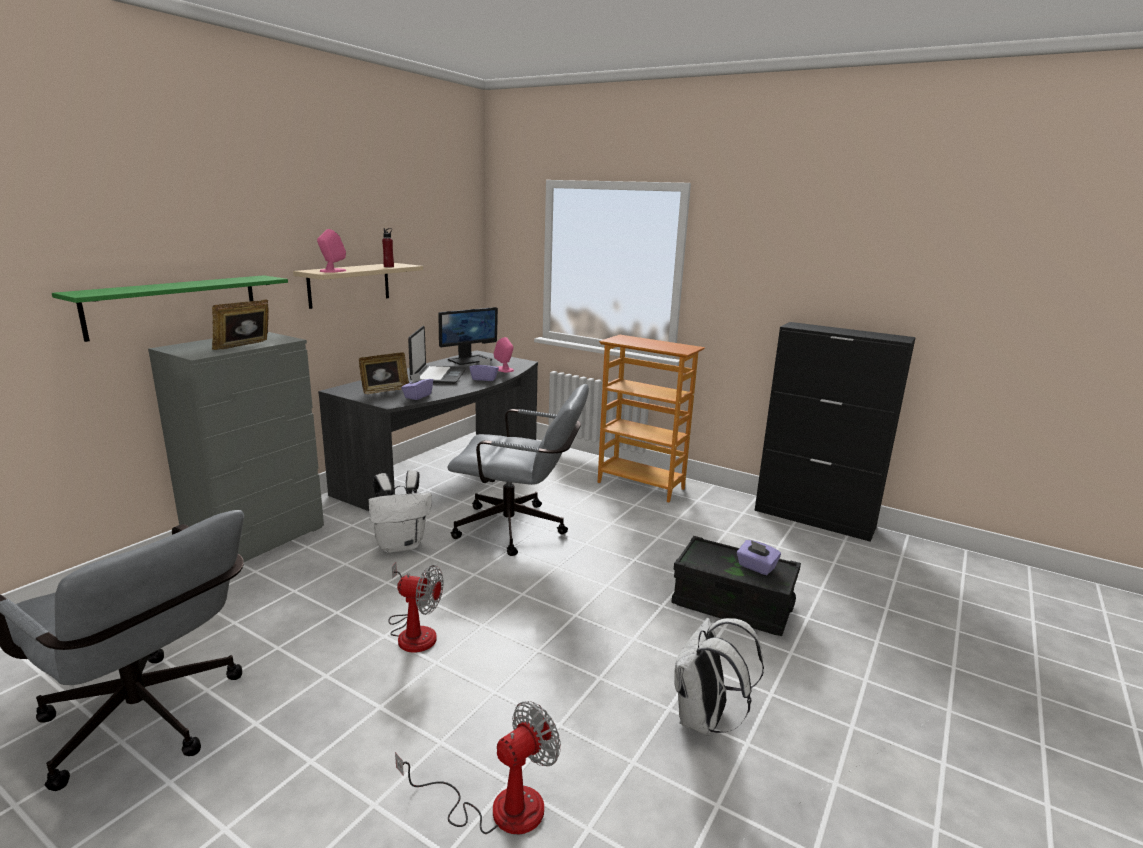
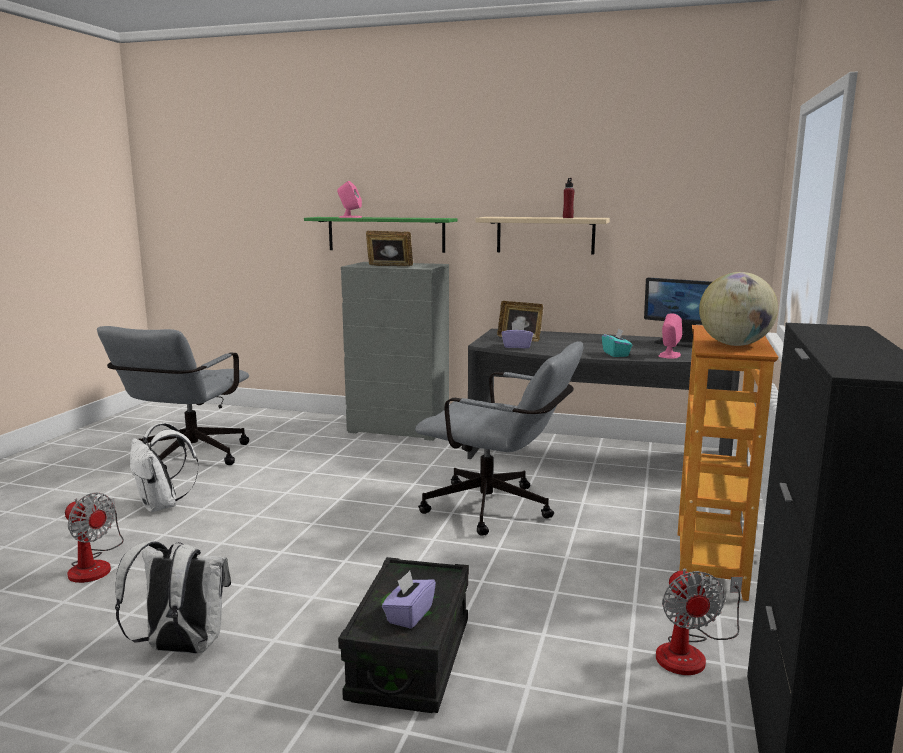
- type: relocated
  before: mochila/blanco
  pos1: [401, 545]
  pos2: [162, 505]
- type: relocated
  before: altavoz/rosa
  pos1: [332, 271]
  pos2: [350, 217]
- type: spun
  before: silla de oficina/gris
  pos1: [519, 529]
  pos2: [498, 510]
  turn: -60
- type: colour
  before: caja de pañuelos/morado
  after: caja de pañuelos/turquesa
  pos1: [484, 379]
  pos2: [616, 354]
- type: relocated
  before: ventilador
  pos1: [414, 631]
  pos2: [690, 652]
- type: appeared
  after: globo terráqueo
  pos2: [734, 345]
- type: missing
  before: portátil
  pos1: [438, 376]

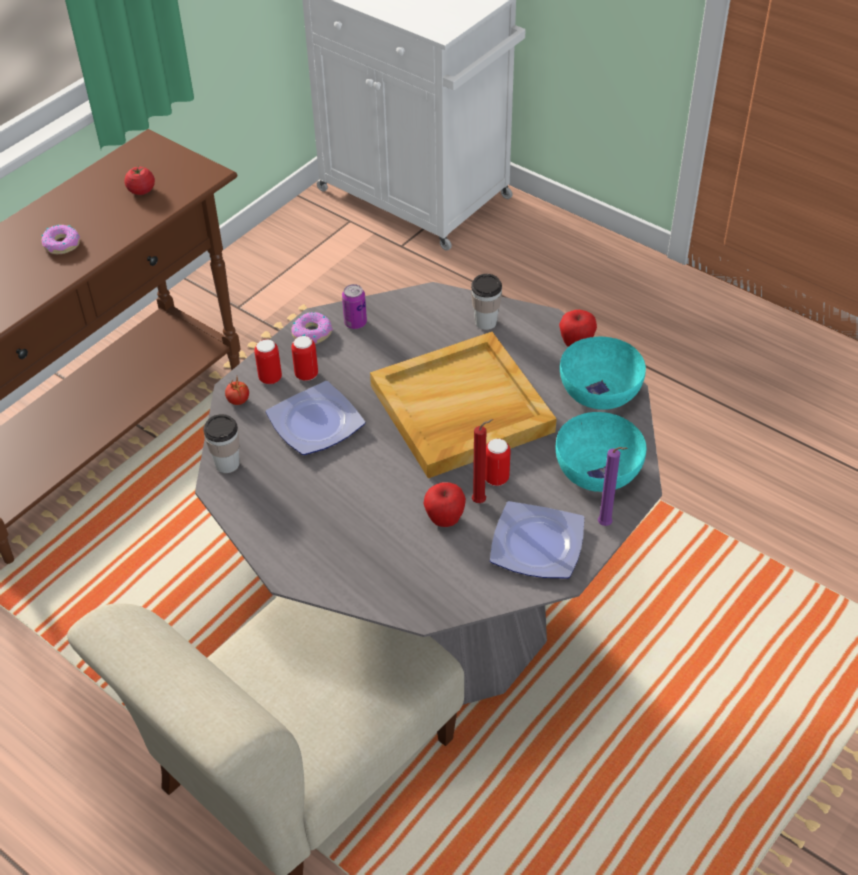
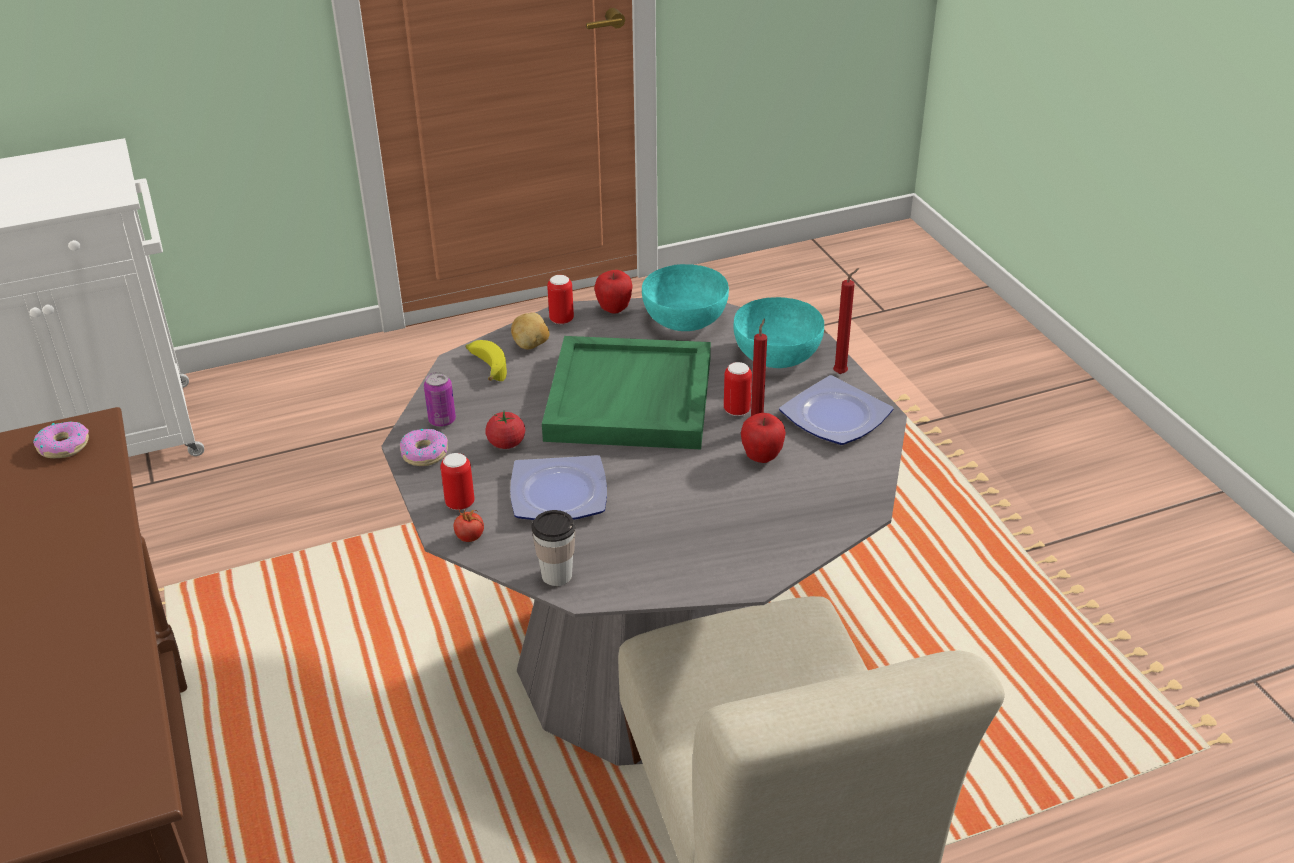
- type: relocated
  before: rosquilla
  pos1: [62, 244]
  pos2: [63, 446]
- type: appeared
  after: plátano
  pos2: [486, 367]
- type: relocated
  before: tomate
  pos1: [141, 191]
  pos2: [506, 443]
- type: exchanged
  before: taza
  after: patata
  pos1: [485, 322]
  pos2: [531, 345]
- type: colour
  before: bandeja/beis
  after: bandeja/verde
  pos1: [460, 410]
  pos2: [631, 399]
- type: relocated
  before: lata
  pos1: [306, 375]
  pos2: [561, 320]
- type: colour
  before: vela/morado
  after: vela/rojo
  pos1: [606, 525]
  pos2: [842, 373]

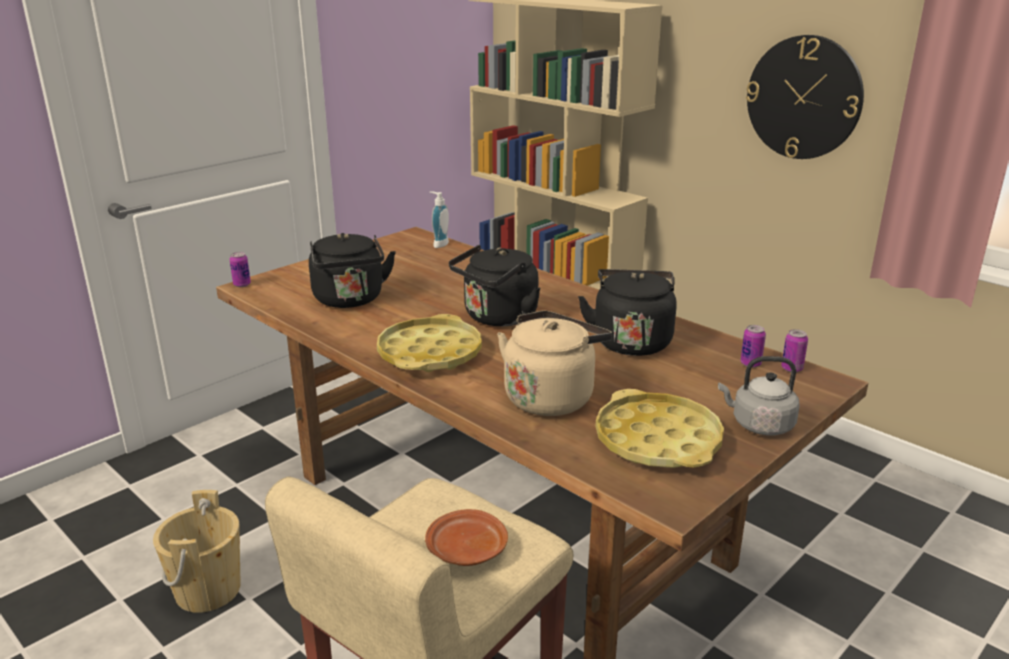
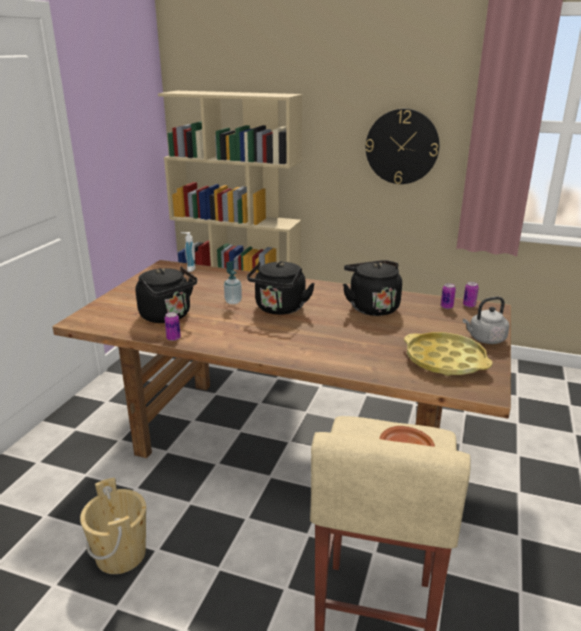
- type: relocated
  before: lata
  pos1: [242, 284]
  pos2: [173, 338]
- type: appeared
  after: dispensador de jabón
  pos2: [233, 301]
- type: missing
  before: bandeja/amarillo
  pos1: [430, 353]
- type: missing
  before: hervidor/beis
  pos1: [551, 397]

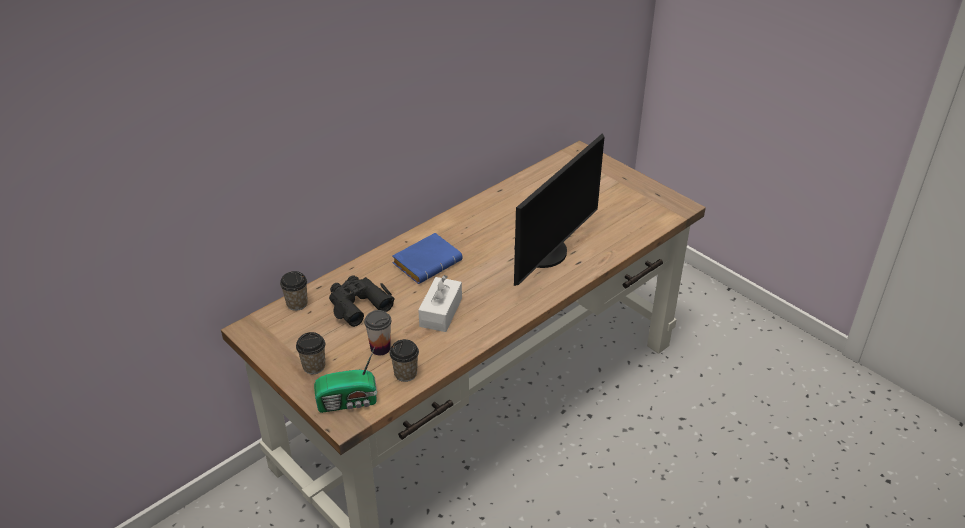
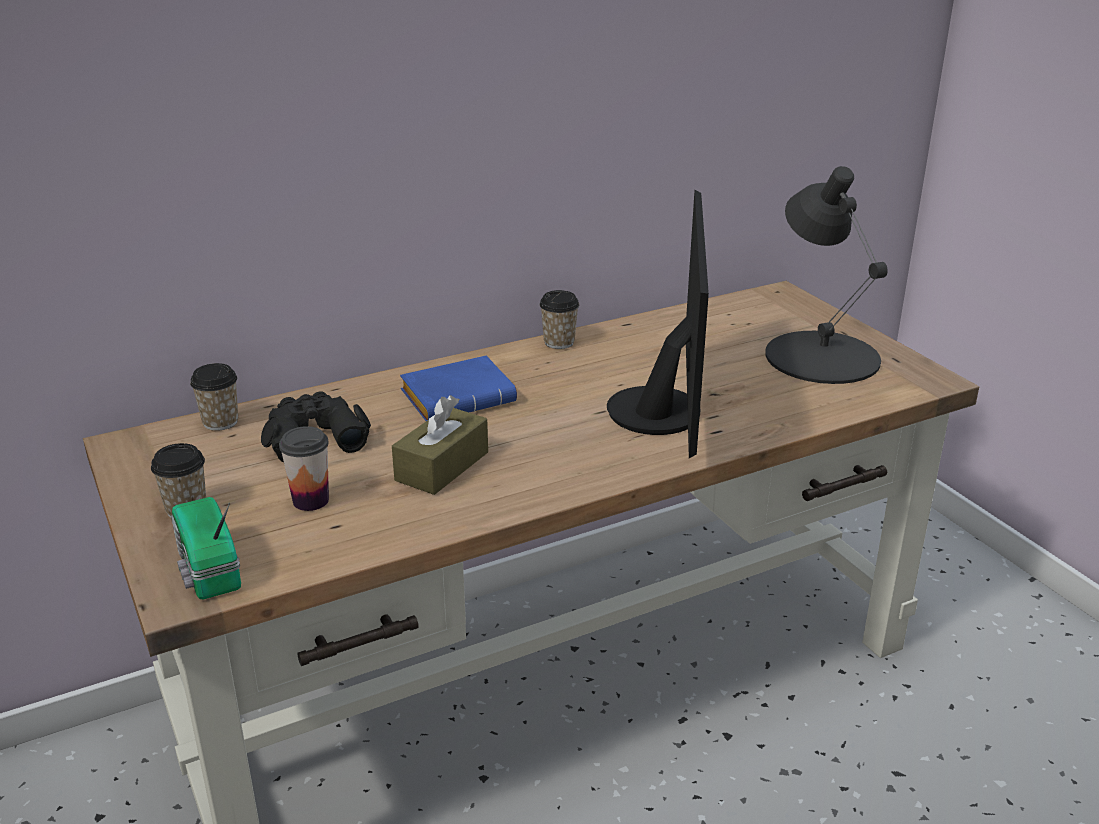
- type: spun
  before: radio
  pos1: [349, 402]
  pos2: [207, 570]
  turn: 60
- type: colour
  before: caja de pañuelos/blanco
  after: caja de pañuelos/marrón
  pos1: [441, 312]
  pos2: [442, 466]
- type: relocated
  before: taza
  pos1: [405, 374]
  pos2: [559, 342]
- type: spun
  before: monitor
  pos1: [546, 253]
  pos2: [665, 412]
  turn: -45
- type: appeared
  after: lámpara de mesa/negro
  pos2: [822, 356]

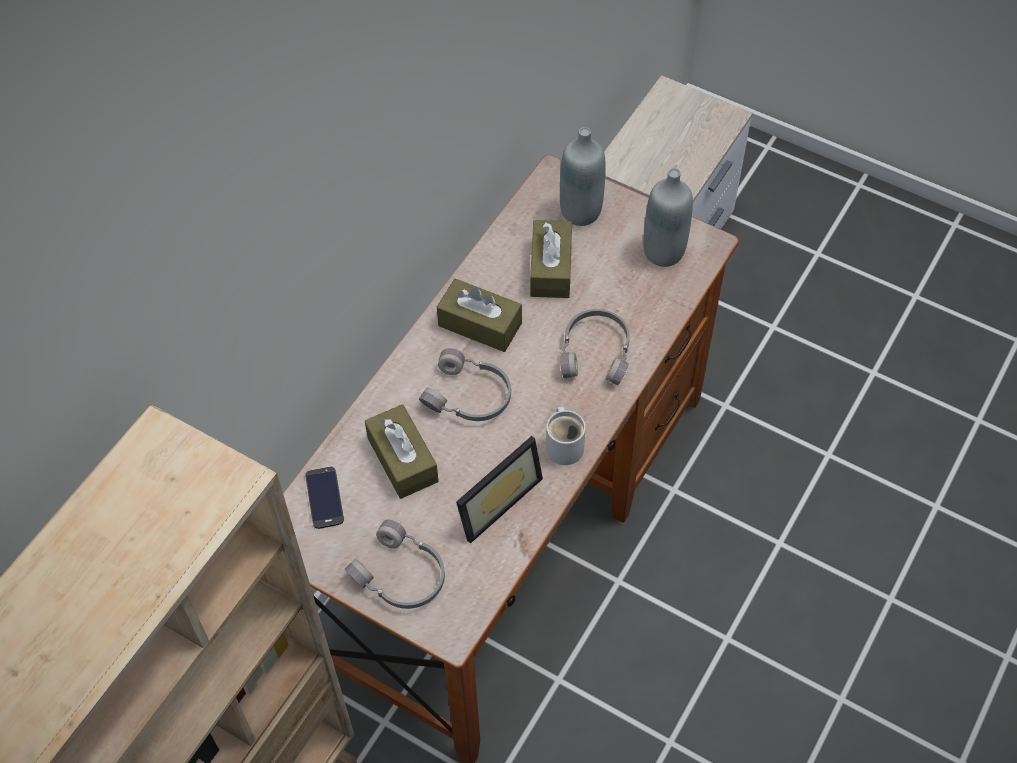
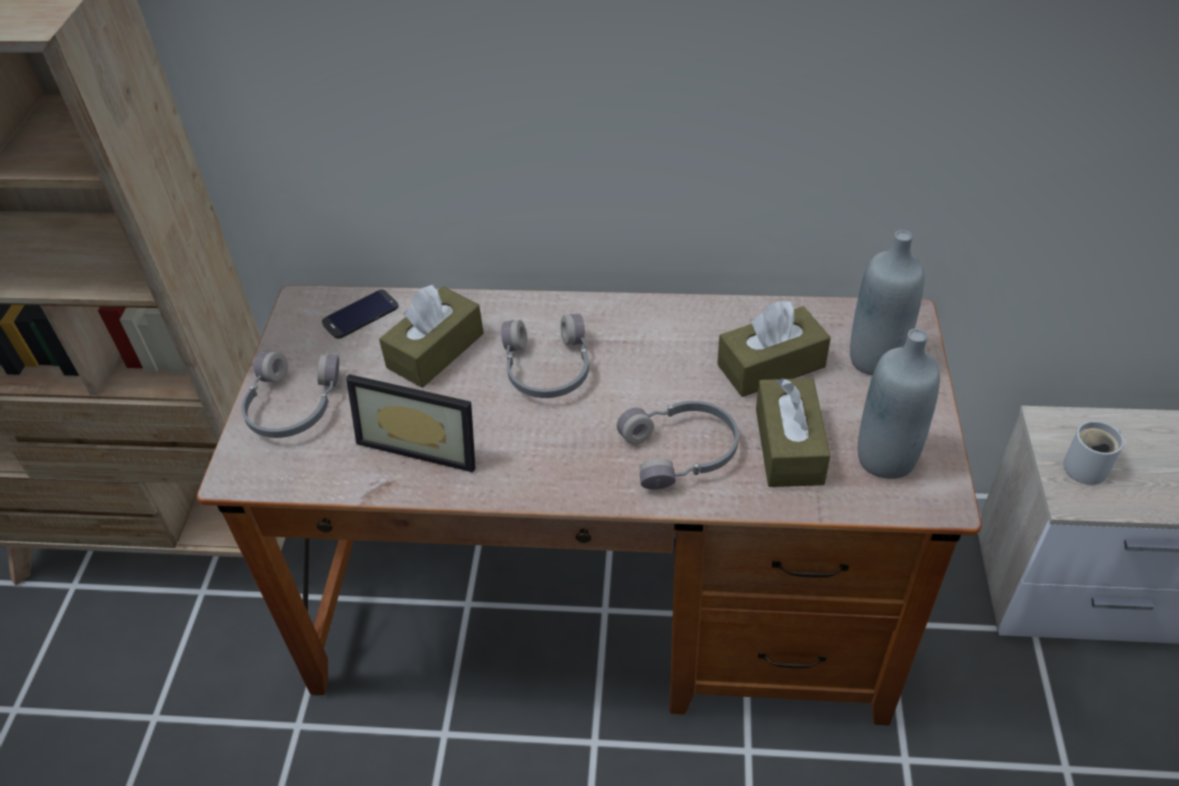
- type: relocated
  before: caja de pañuelos/marrón
  pos1: [480, 324]
  pos2: [789, 446]
- type: relocated
  before: taza grande/blanco
  pos1: [565, 445]
  pos2: [1089, 467]

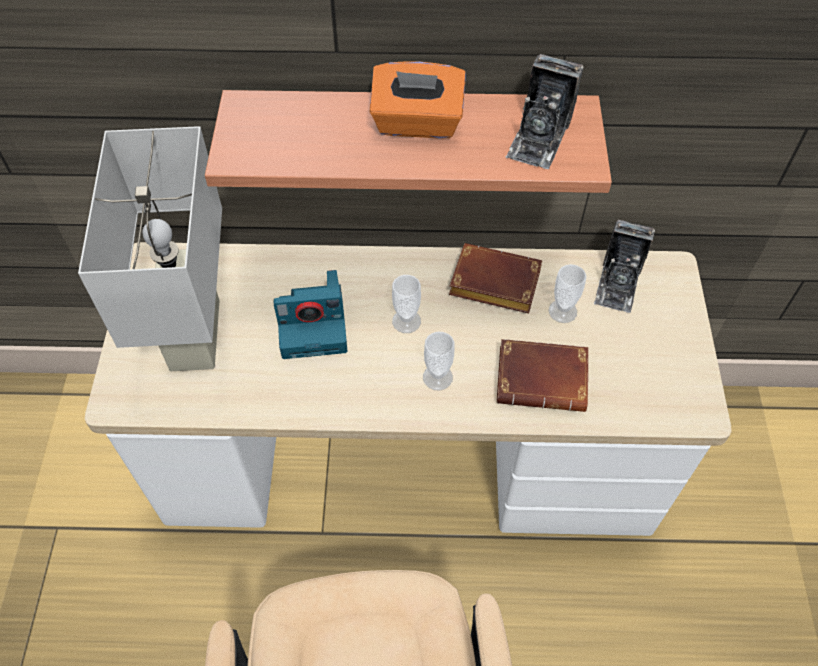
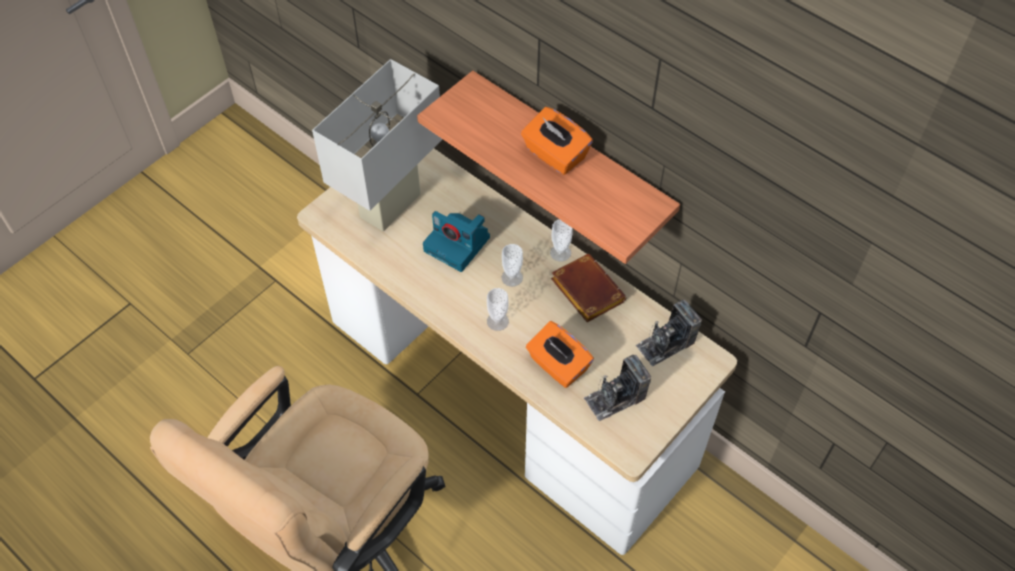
- type: exchanged
  before: libro/marrón
  after: caja de pañuelos/naranja
  pos1: [544, 378]
  pos2: [558, 365]
- type: relocated
  before: taza
  pos1: [562, 311]
  pos2: [560, 253]
- type: relocated
  before: cámara
  pos1: [539, 137]
  pos2: [615, 398]

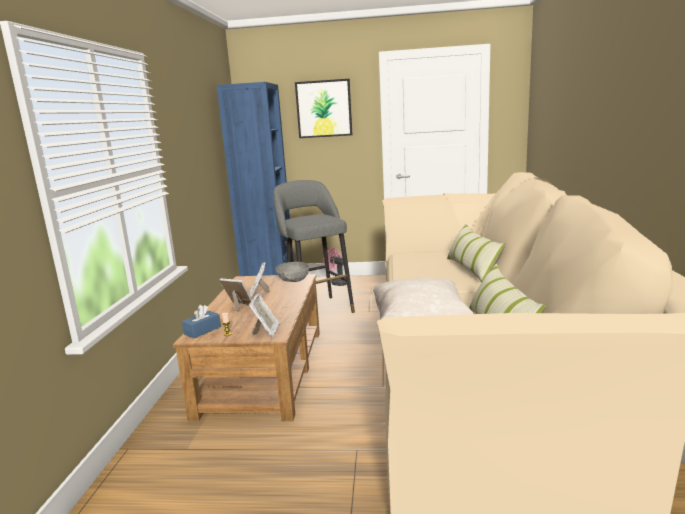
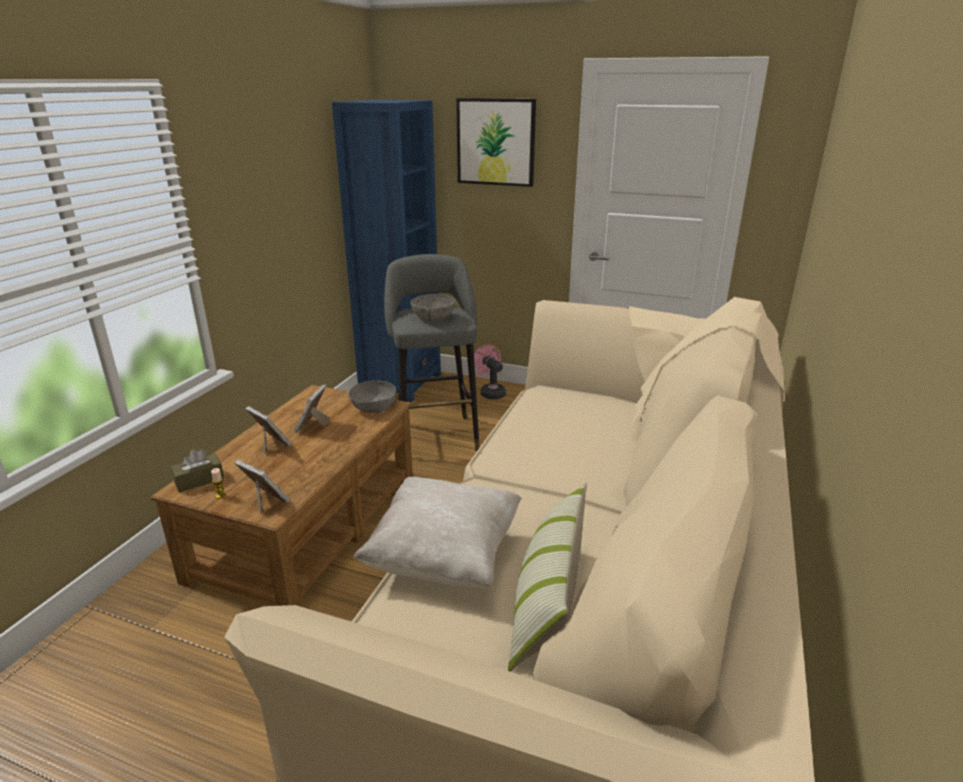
- type: colour
  before: caja de pañuelos/azul
  after: caja de pañuelos/marrón
  pos1: [202, 330]
  pos2: [199, 480]
- type: spun
  before: portarretratos
  pos1: [266, 332]
  pos2: [267, 503]
  turn: -75
- type: appeared
  after: cuenco/gris
  pos2: [433, 317]
- type: missing
  before: cojín
  pos1: [472, 270]

